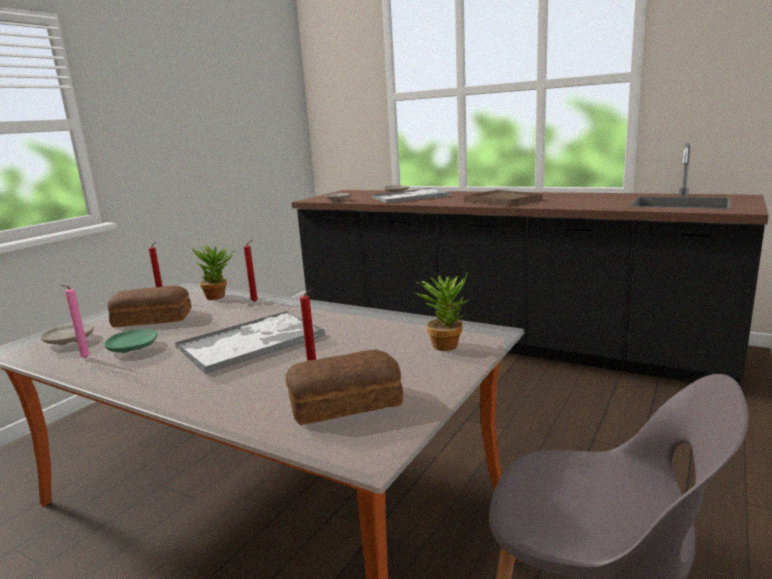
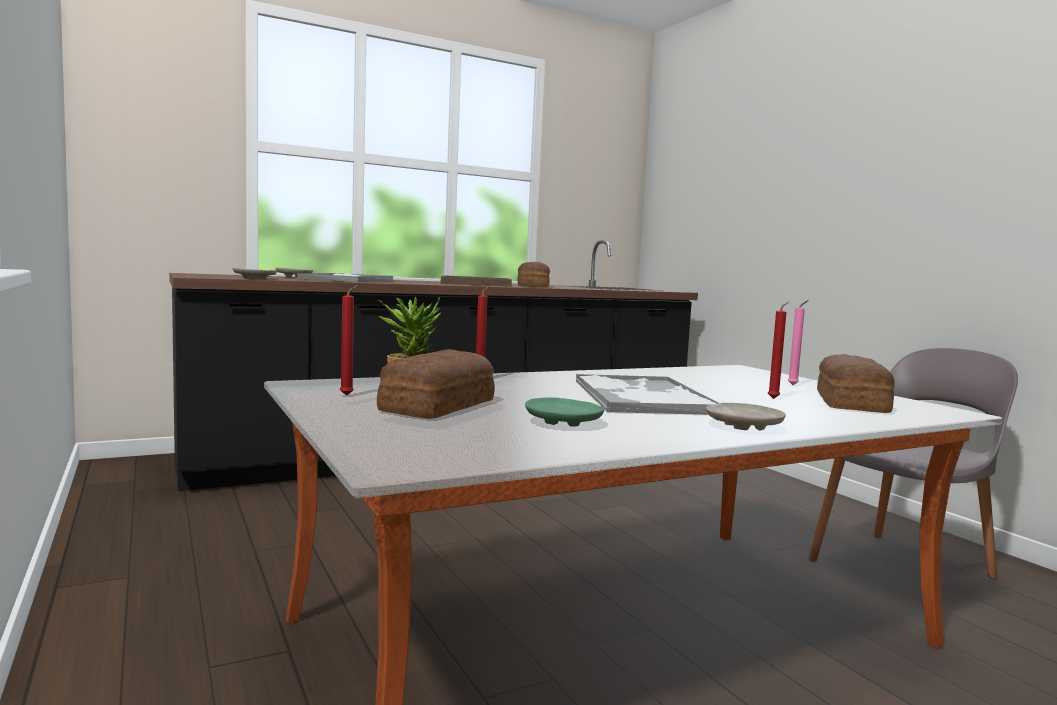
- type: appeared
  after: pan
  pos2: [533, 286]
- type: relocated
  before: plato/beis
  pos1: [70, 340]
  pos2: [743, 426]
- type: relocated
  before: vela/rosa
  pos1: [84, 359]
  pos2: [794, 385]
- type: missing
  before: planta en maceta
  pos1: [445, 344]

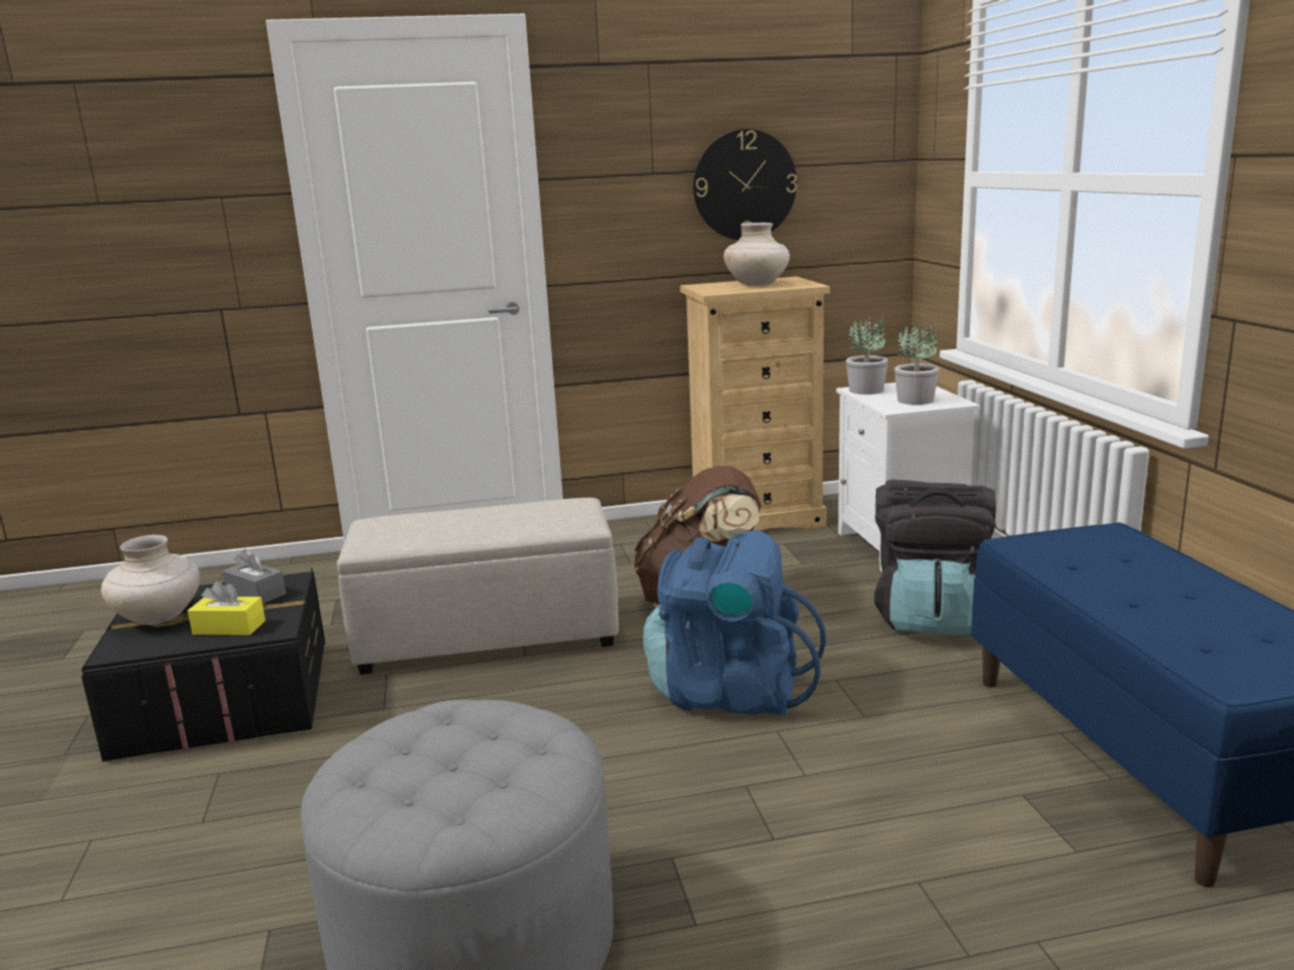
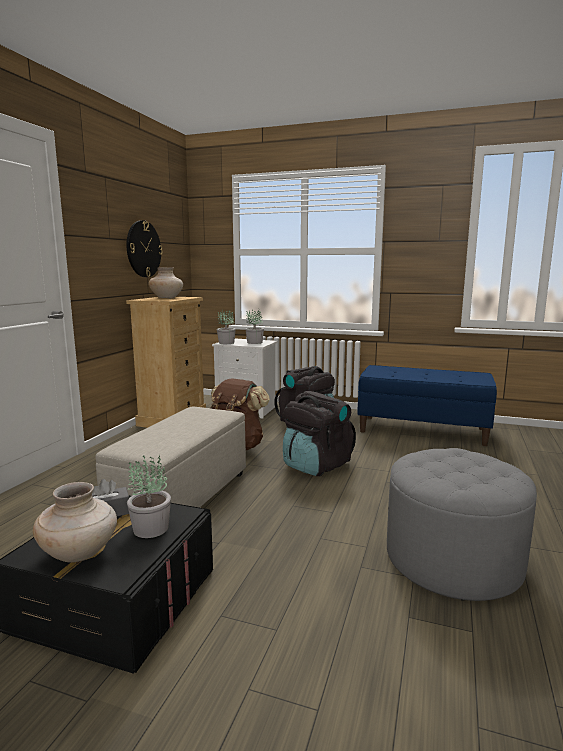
- type: exchanged
  before: caja de pañuelos/amarillo
  after: planta en maceta
  pos1: [229, 627]
  pos2: [151, 528]
- type: colour
  before: mochila/azul
  after: mochila/negro
  pos1: [729, 692]
  pos2: [316, 465]

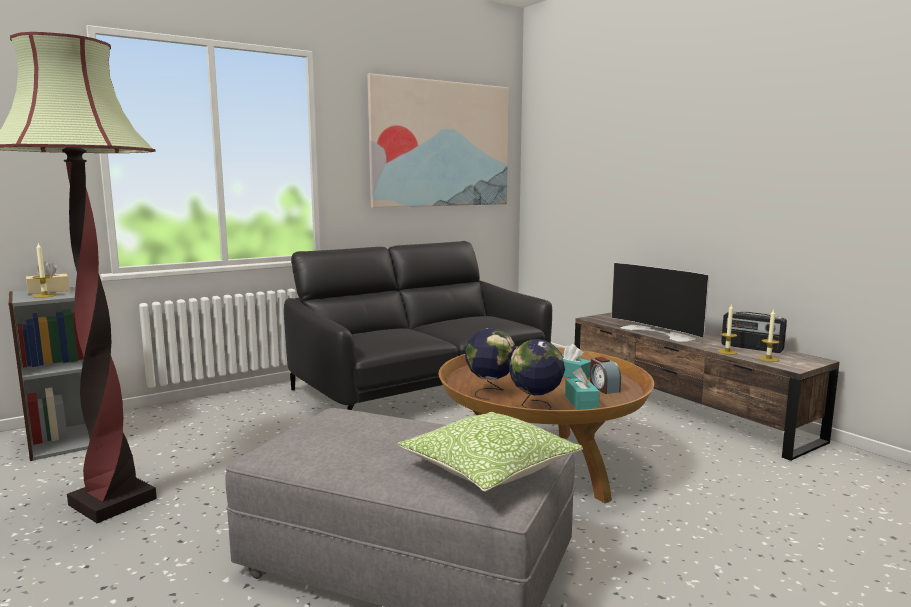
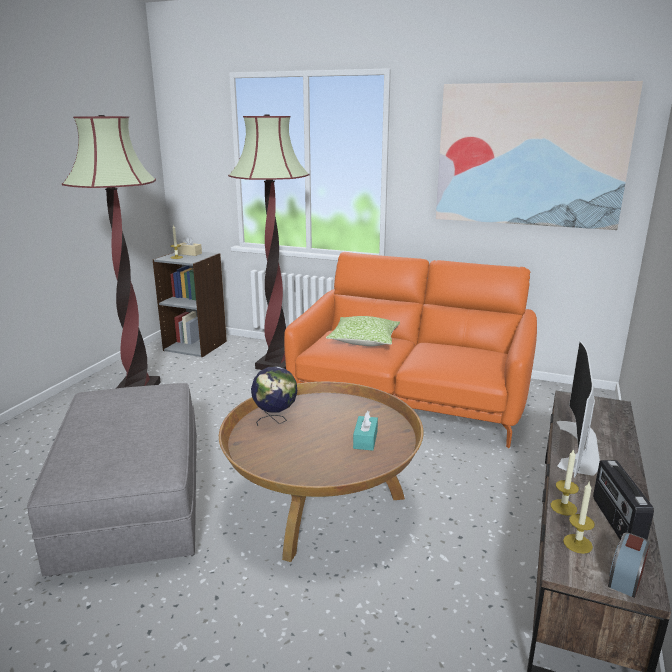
- type: appeared
  after: lámpara de pie
  pos2: [276, 365]
- type: colour
  before: sofá/negro
  after: sofá/naranja
  pos1: [421, 388]
  pos2: [409, 398]
- type: relocated
  before: cojín
  pos1: [489, 469]
  pos2: [364, 340]
- type: relocated
  before: despertador
  pos1: [603, 388]
  pos2: [625, 578]
- type: missing
  before: globo terráqueo
  pos1: [535, 408]
- type: missing
  before: caja de pañuelos/turquesa
  pos1: [581, 402]

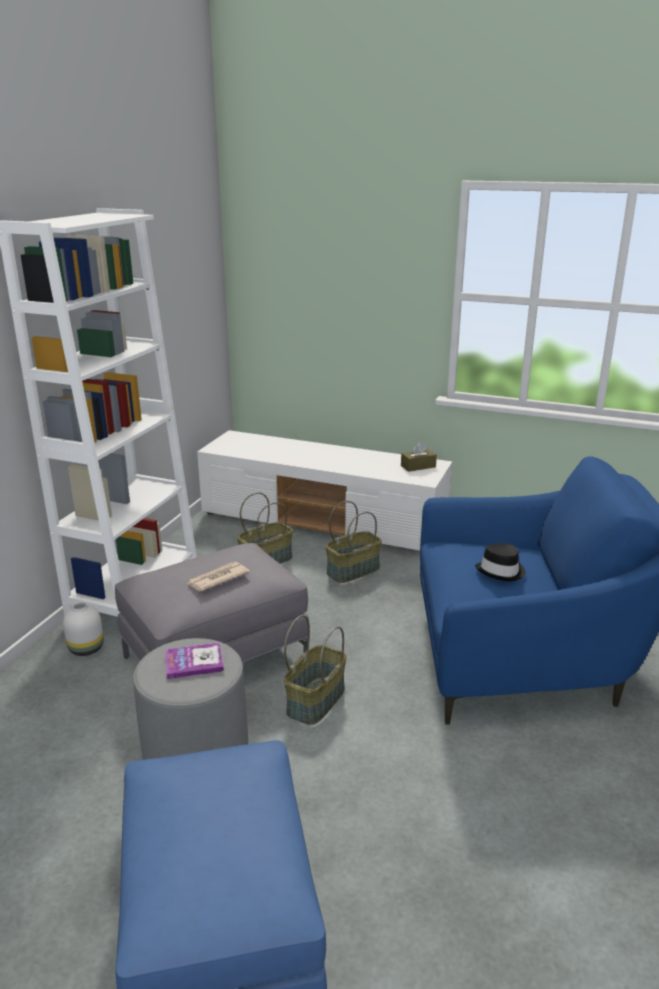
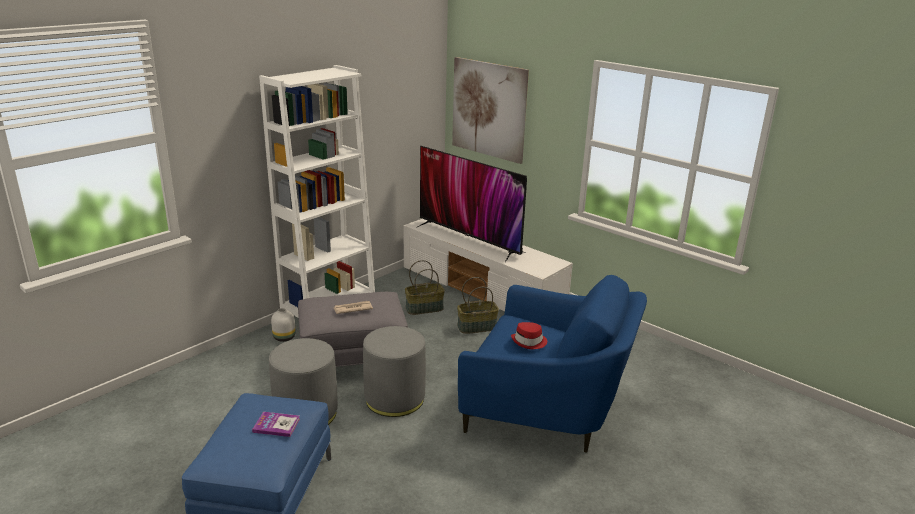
- type: relocated
  before: libro
  pos1: [194, 662]
  pos2: [276, 425]
- type: exchanged
  before: cesta
  after: puf/gris
  pos1: [315, 700]
  pos2: [395, 398]
- type: appeared
  after: televisor
  pos2: [469, 239]
- type: appeared
  after: cuadro
  pos2: [489, 109]
- type: colour
  before: sombrero/negro
  after: sombrero/rojo
  pos1: [501, 571]
  pos2: [529, 342]
- type: missing
  before: caja de pañuelos/marrón
  pos1: [418, 466]

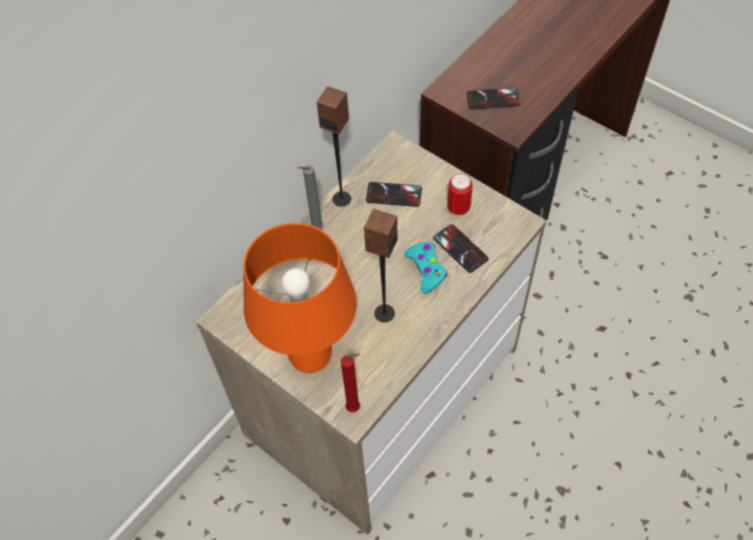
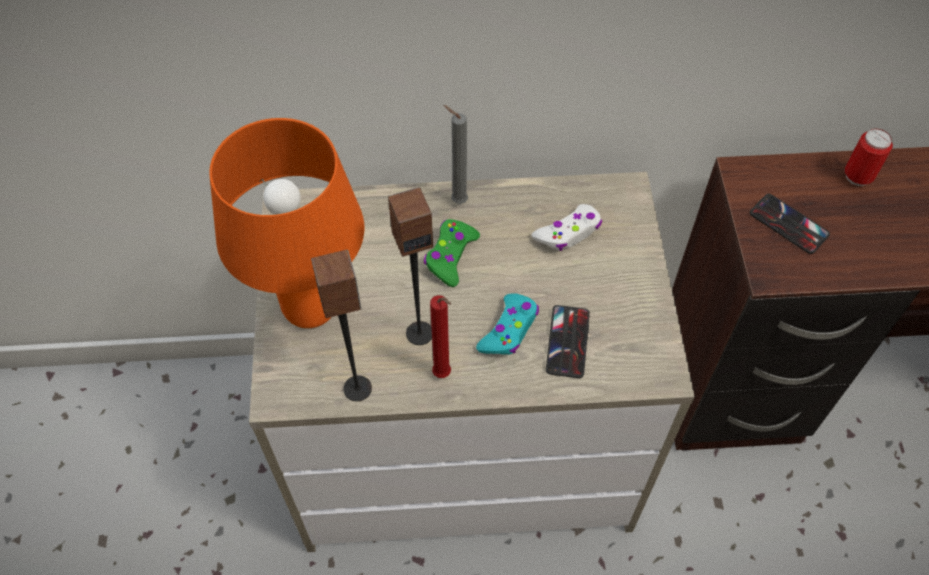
- type: relocated
  before: altavoz
  pos1: [342, 198]
  pos2: [358, 388]
- type: appeared
  after: mando de consola/verde
  pos2: [450, 256]
- type: relocated
  before: vela/rojo
  pos1: [355, 408]
  pos2: [443, 375]
- type: exchanged
  before: móvil
  after: mando de consola/blanco
  pos1: [394, 195]
  pos2: [568, 233]
- type: relocated
  before: lata
  pos1: [458, 208]
  pos2: [857, 176]

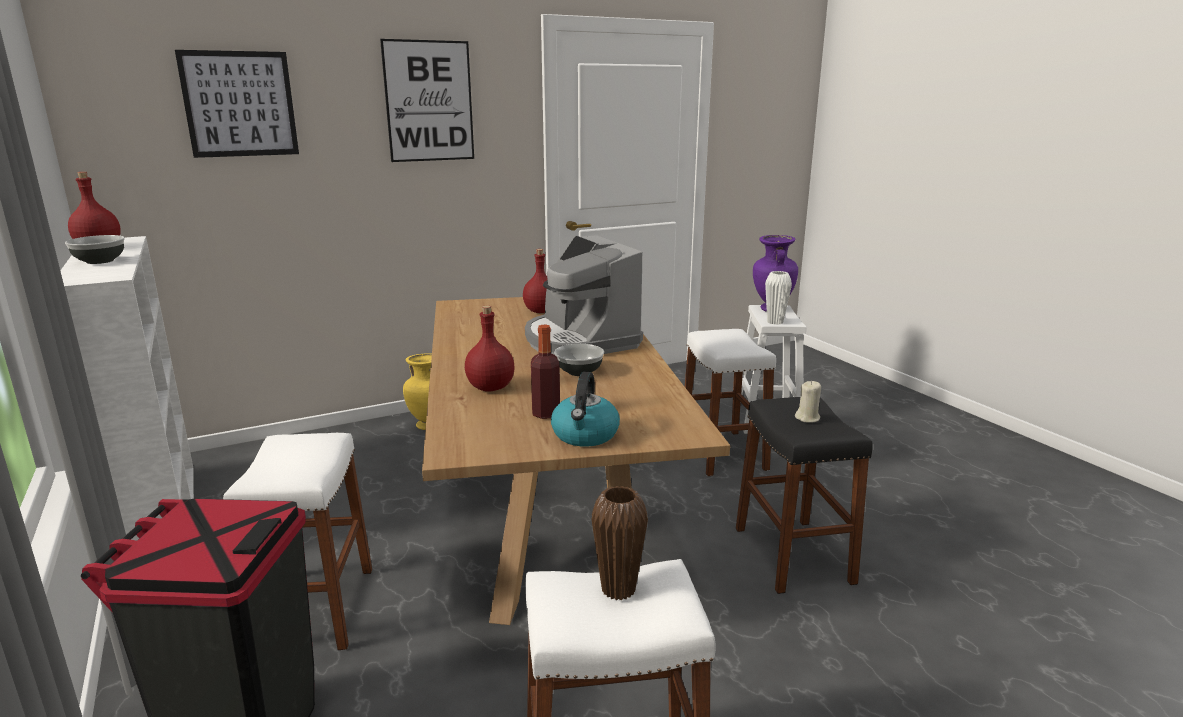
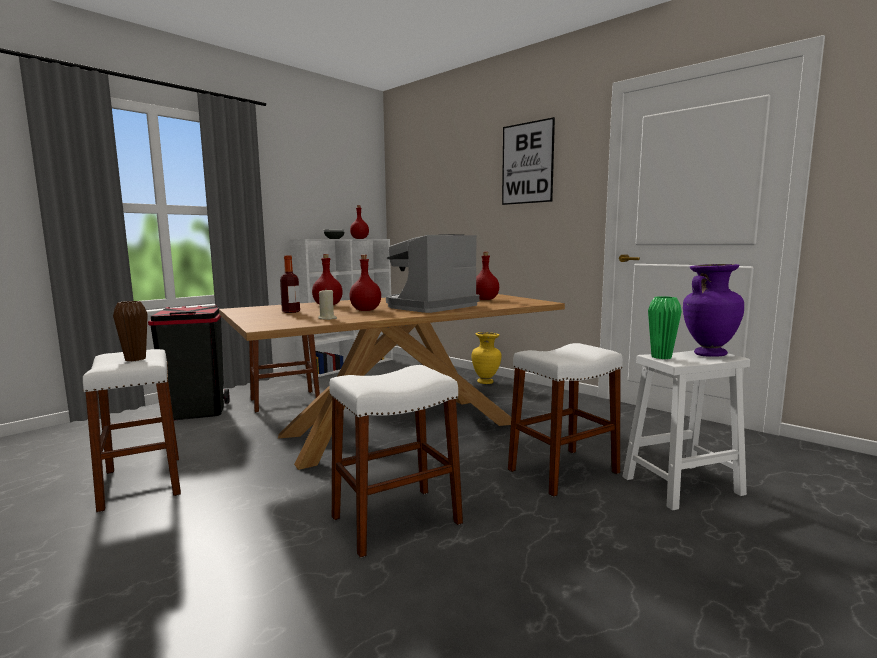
- type: relocated
  before: vela/beis
  pos1: [807, 418]
  pos2: [327, 318]
- type: colour
  before: taburete/negro
  after: taburete/blanco
  pos1: [793, 555]
  pos2: [396, 520]
- type: exchanged
  before: cuenco
  after: botella/rojo
  pos1: [578, 372]
  pos2: [365, 310]
- type: colour
  before: florero/blanco
  after: florero/verde
  pos1: [775, 322]
  pos2: [661, 357]
- type: missing
  before: cuadro
  pos1: [239, 104]
- type: missing
  before: hervidor
  pos1: [585, 435]

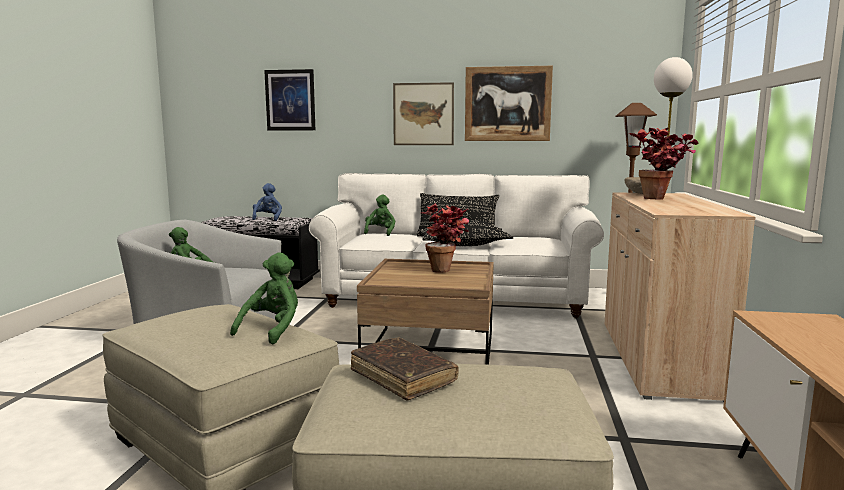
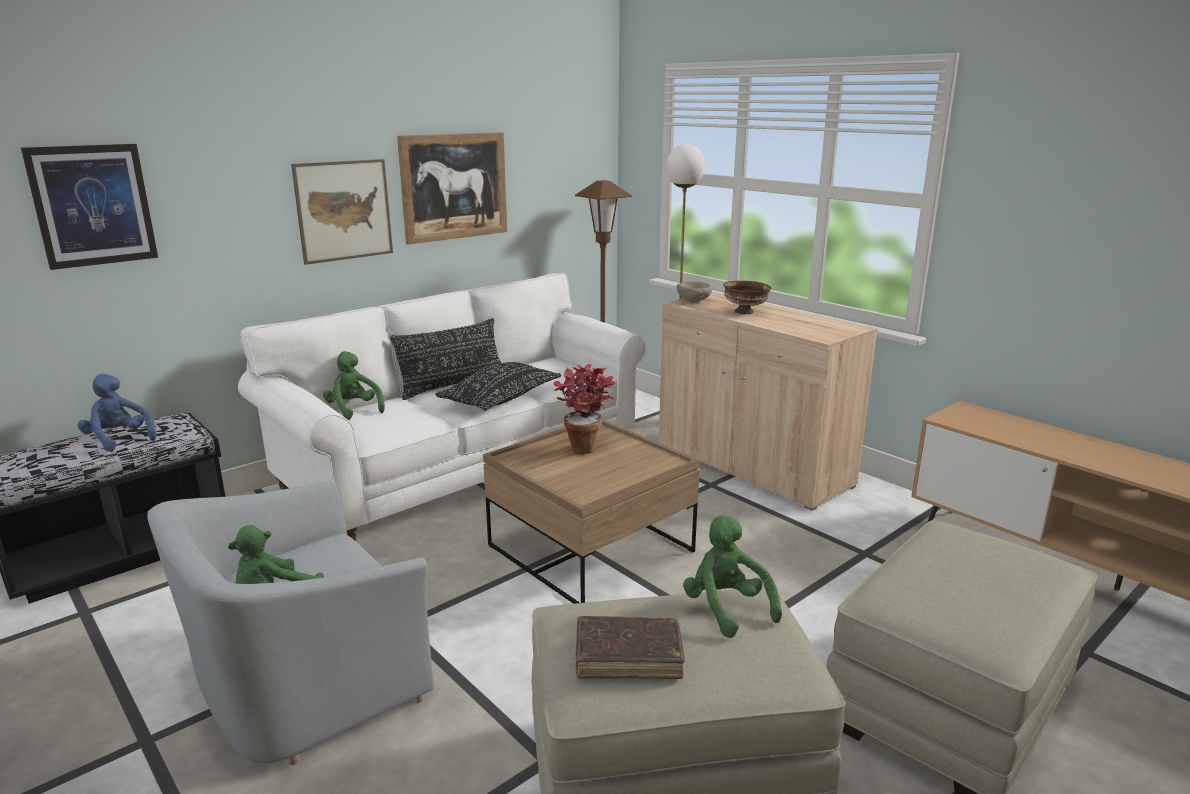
- type: relocated
  before: libro/marrón
  pos1: [402, 377]
  pos2: [628, 657]
- type: exchanged
  before: planta en maceta
  after: cuenco/marrón
  pos1: [660, 199]
  pos2: [745, 312]

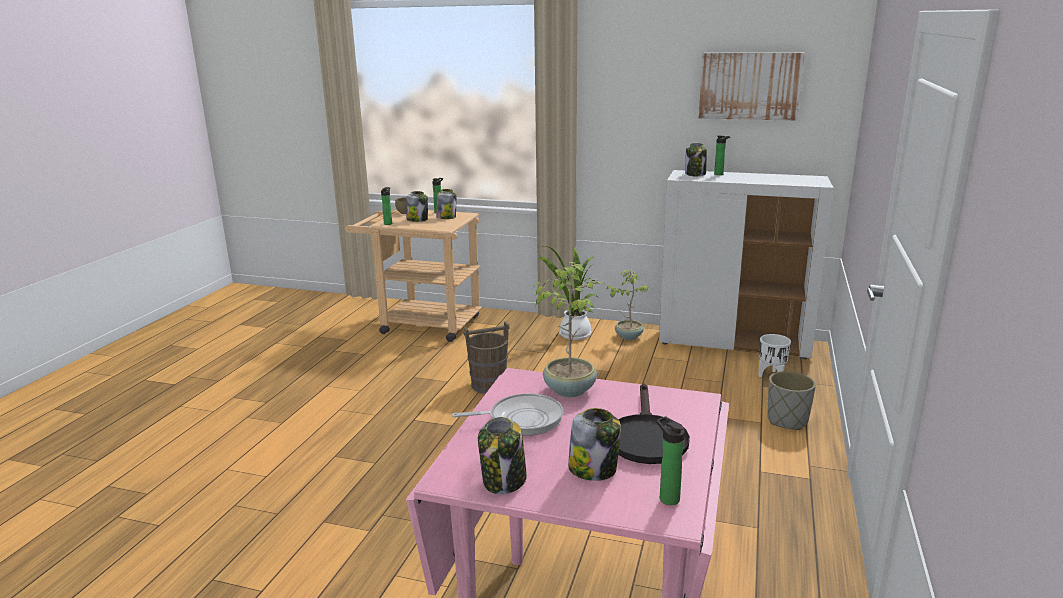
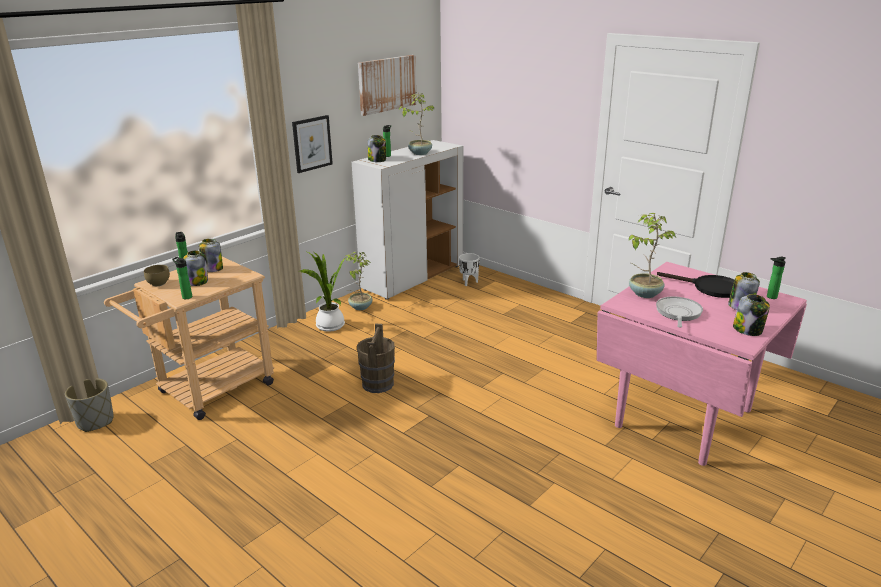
- type: relocated
  before: maceta/gris
  pos1: [787, 420]
  pos2: [95, 421]
- type: appeared
  after: cuadro
  pos2: [312, 143]
- type: appeared
  after: planta en maceta
  pos2: [420, 153]

